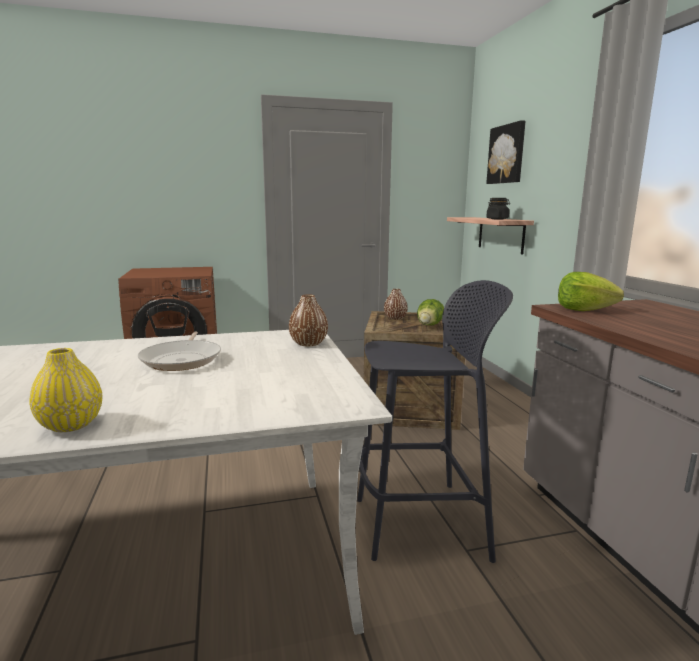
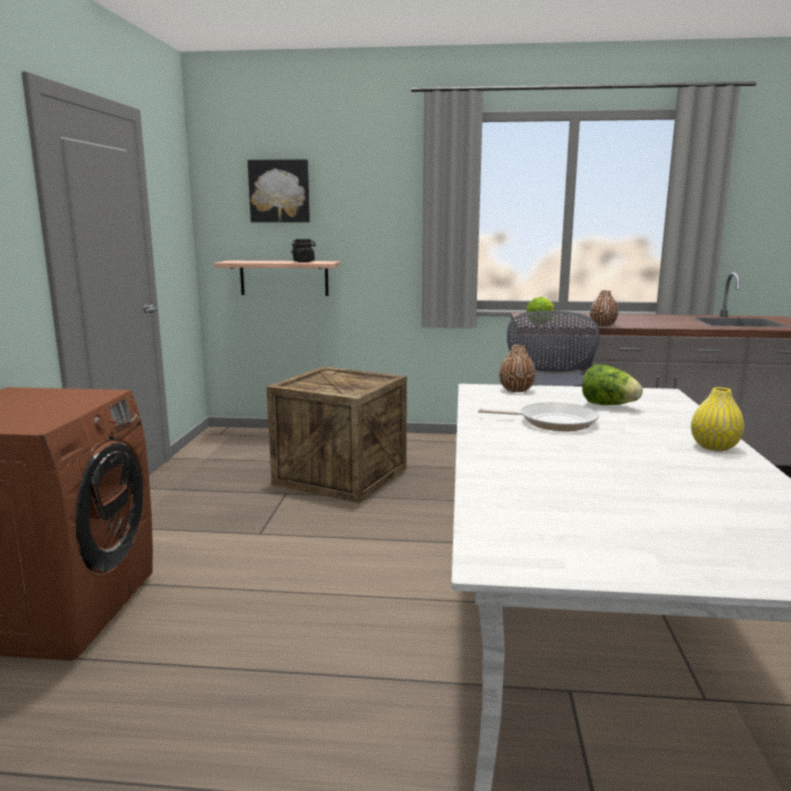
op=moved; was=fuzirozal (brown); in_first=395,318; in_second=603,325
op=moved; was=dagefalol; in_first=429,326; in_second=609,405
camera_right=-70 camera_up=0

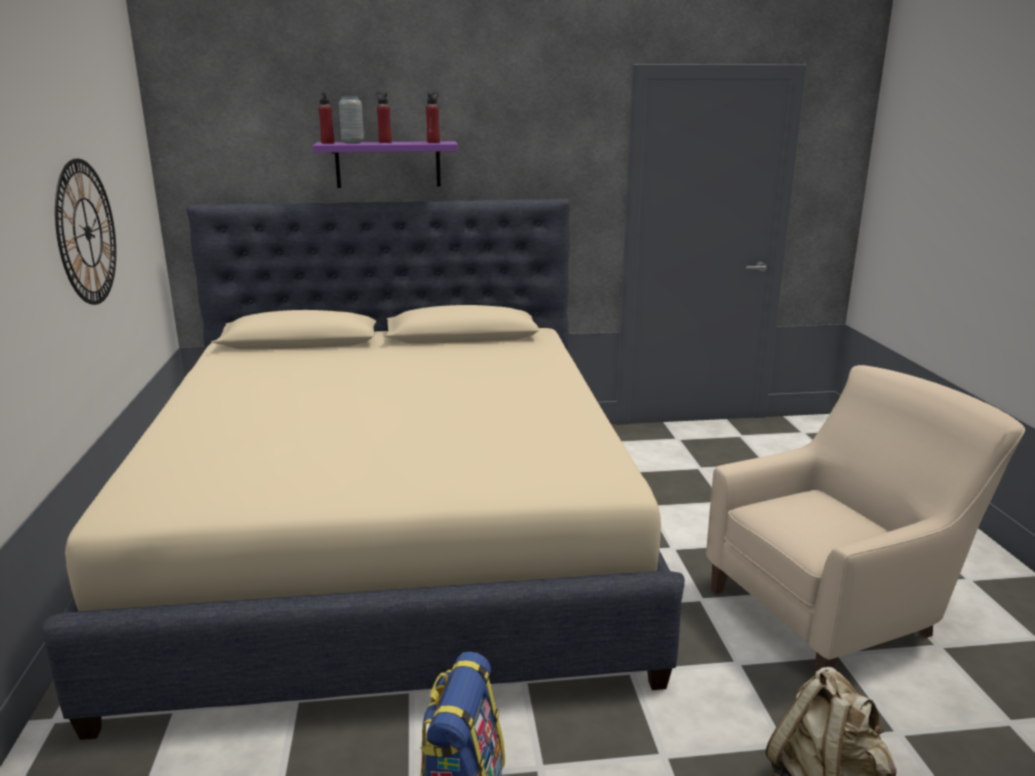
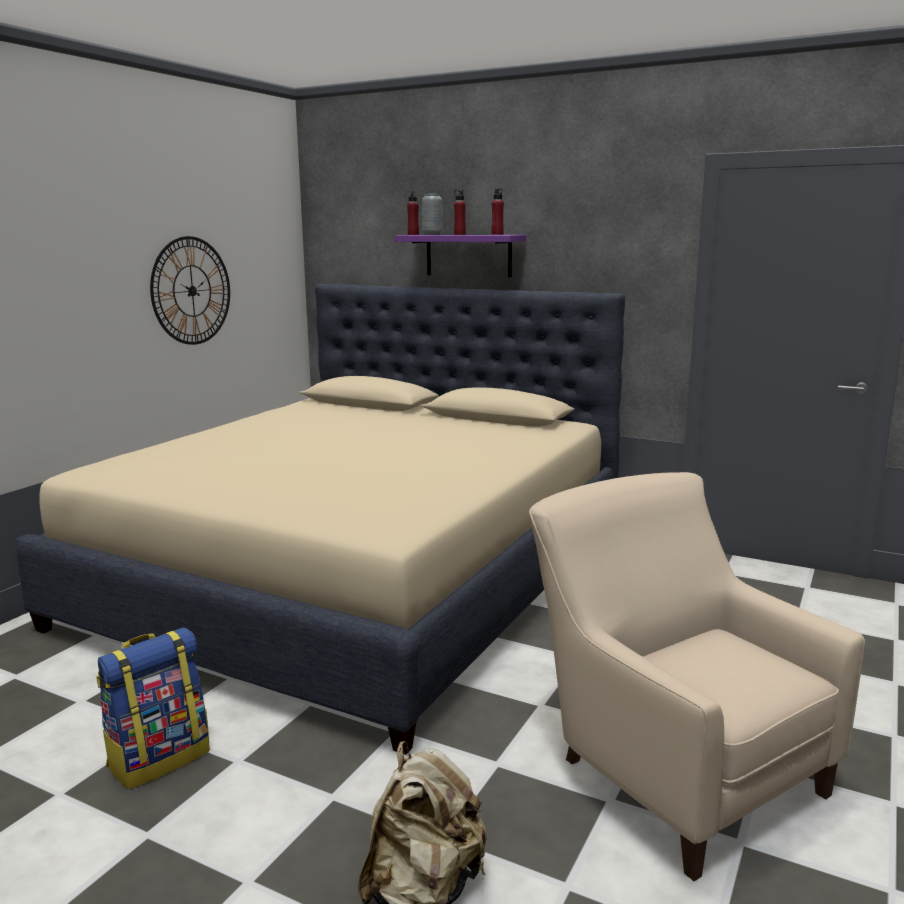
op=turned; was=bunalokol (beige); in_first=838,611; in_second=669,767; clockwise=-135
camera_right=35 camera_up=-5

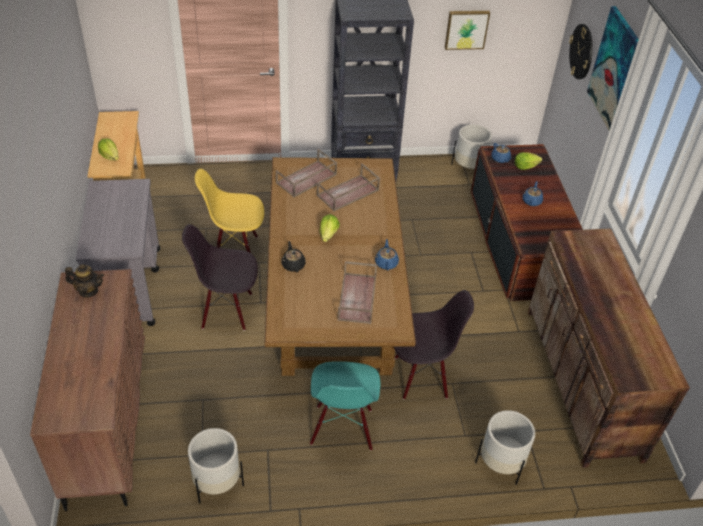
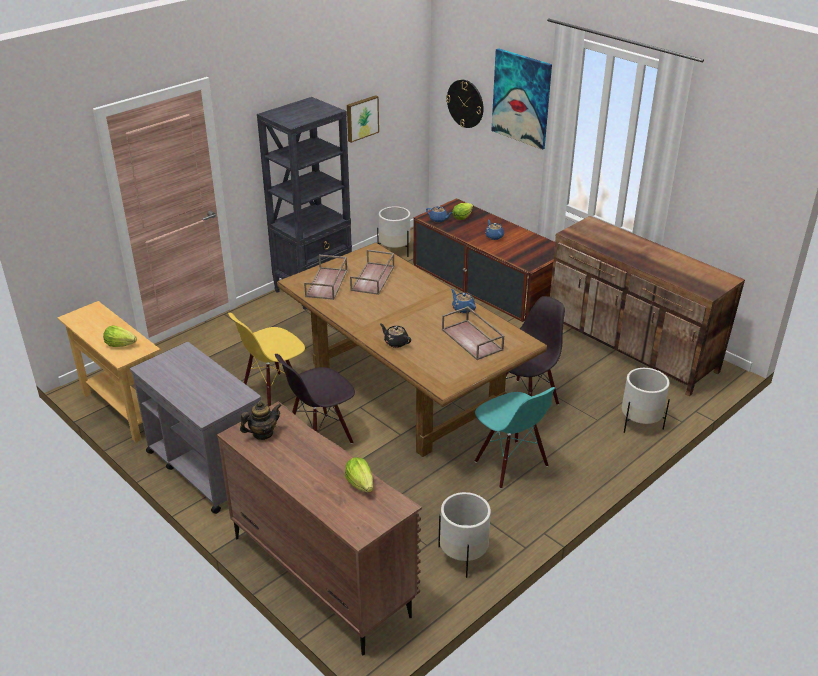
op=moved; was=dagefalol; in_first=328,235; in_second=360,484
camera_right=-35 camera_up=-10

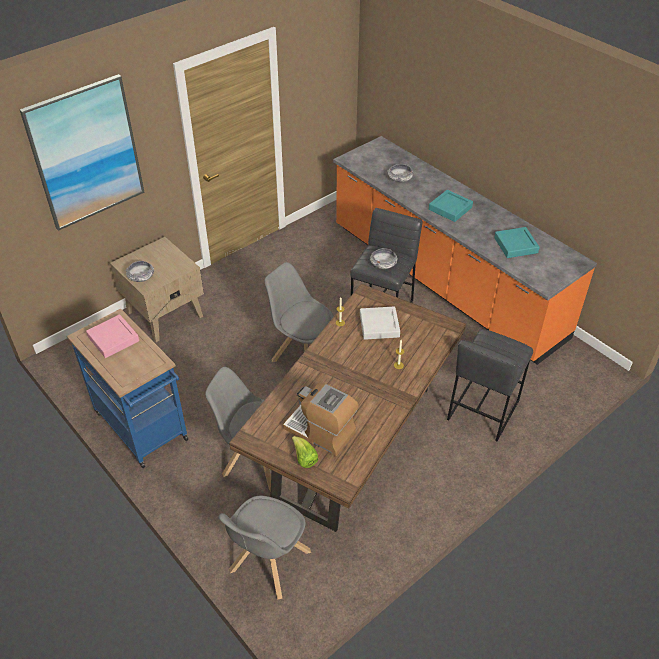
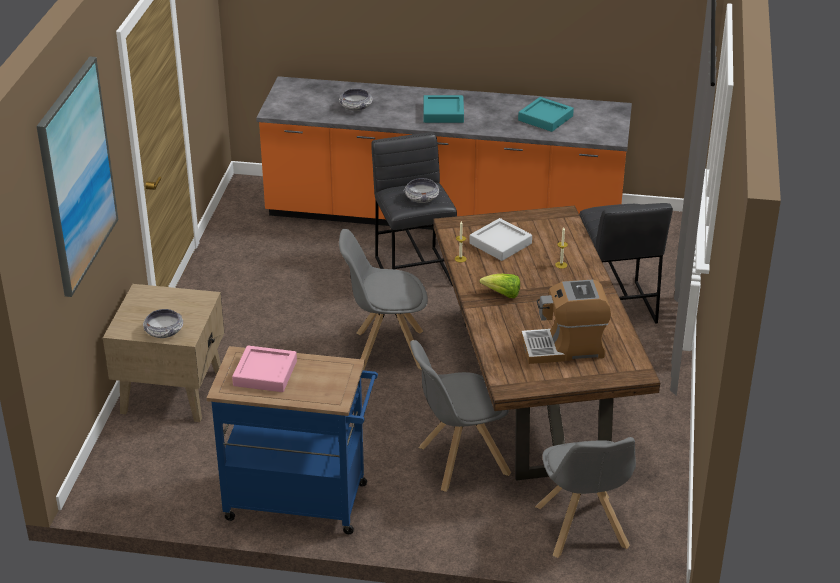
op=moved; was=dagefalol; in_first=304,458; in_second=502,294
camera_right=-40 camera_up=-10

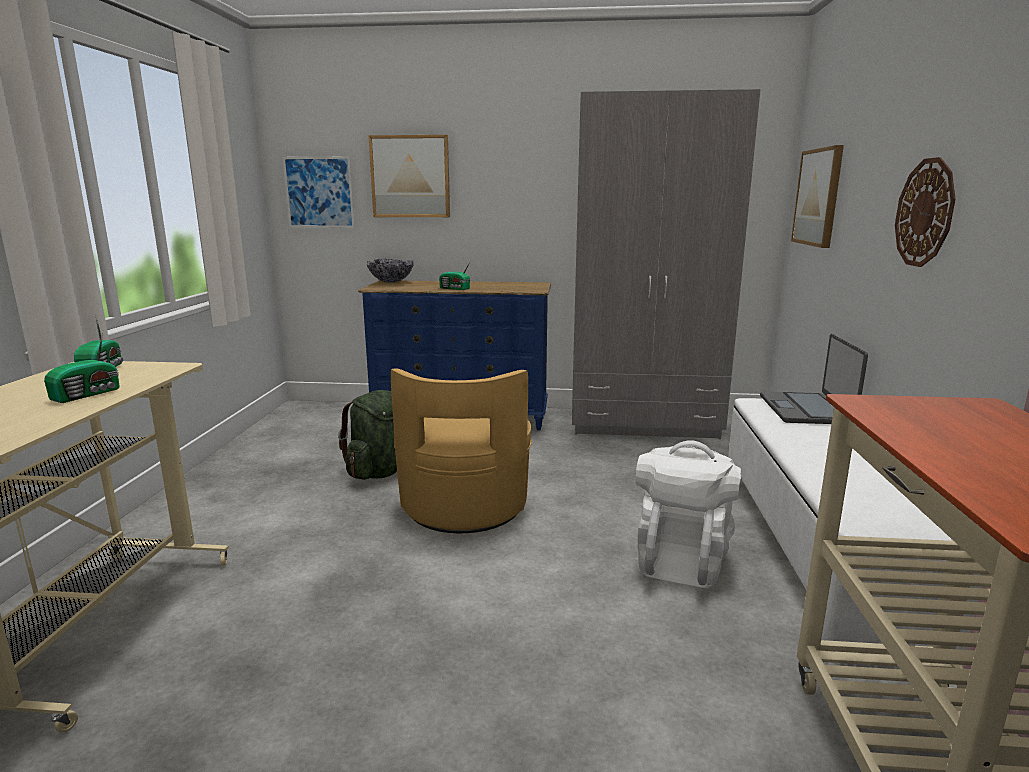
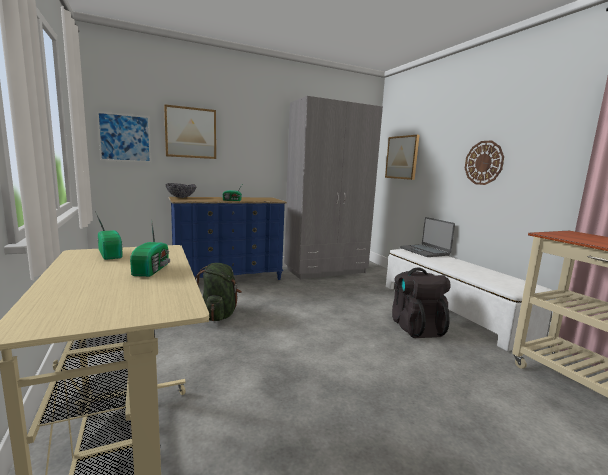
op=removed; was=bunalokol (beige); in_first=464,505
op=recoloured; was=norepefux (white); now=norepefux (black); in_first=681,559; in_second=415,327
camera_right=-30 camera_up=-5

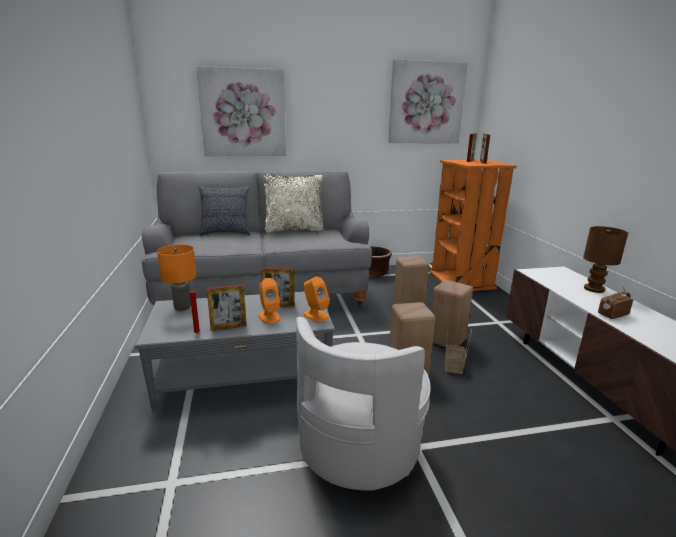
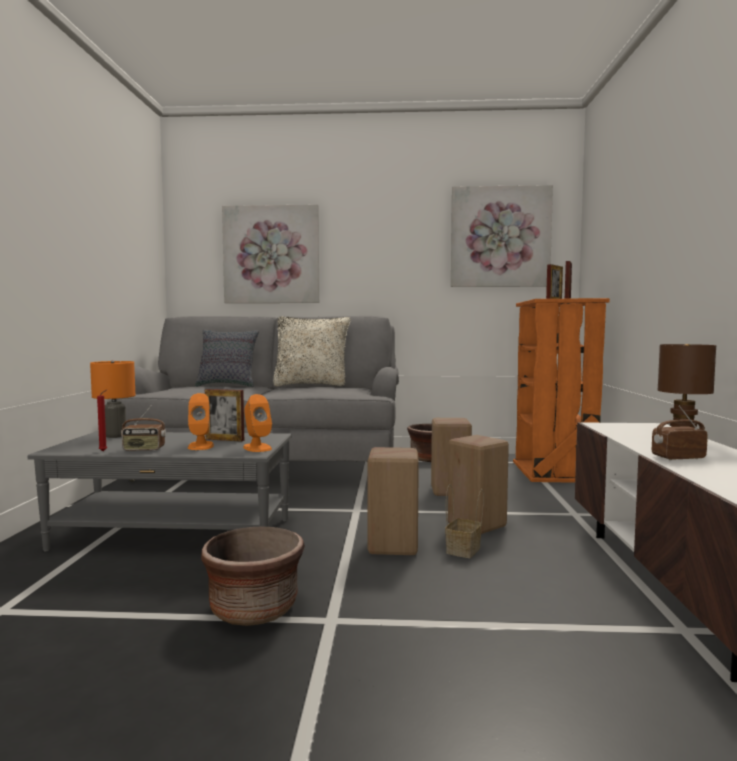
op=replaced; was=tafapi; now=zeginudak; in_first=228,327; in_second=143,449
op=replaced; was=bunalokol (white); now=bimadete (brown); in_first=359,446; in_second=254,609
camera_right=15 camera_up=-15

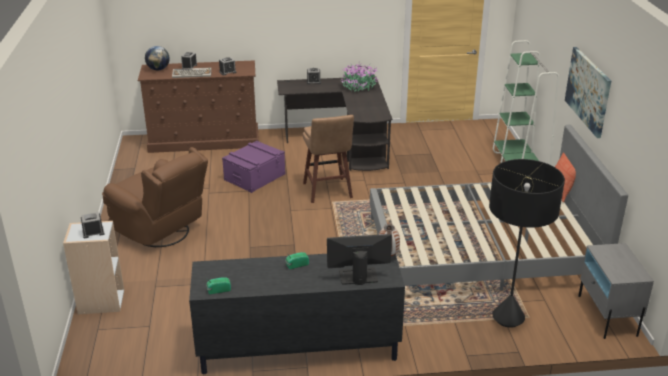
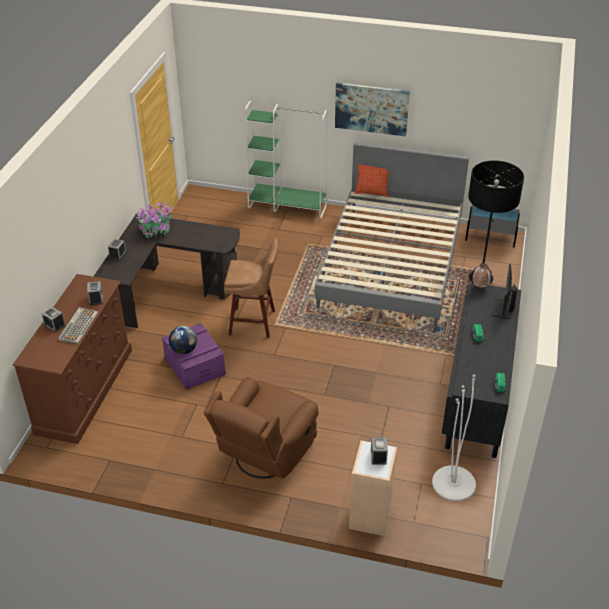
op=added; now=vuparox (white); in_second=453,483
op=moved; was=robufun; in_first=158,69; in_second=184,350
op=turned; was=bunalokol (brown); in_first=161,232; in_second=265,454; clockwise=150
camera_right=-70 camera_up=10

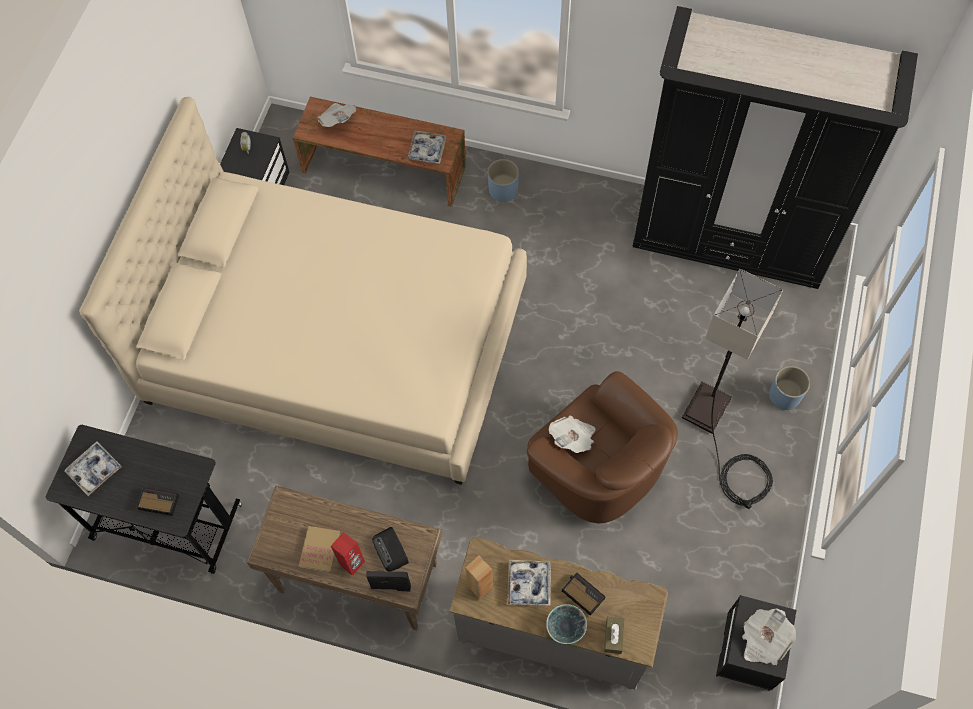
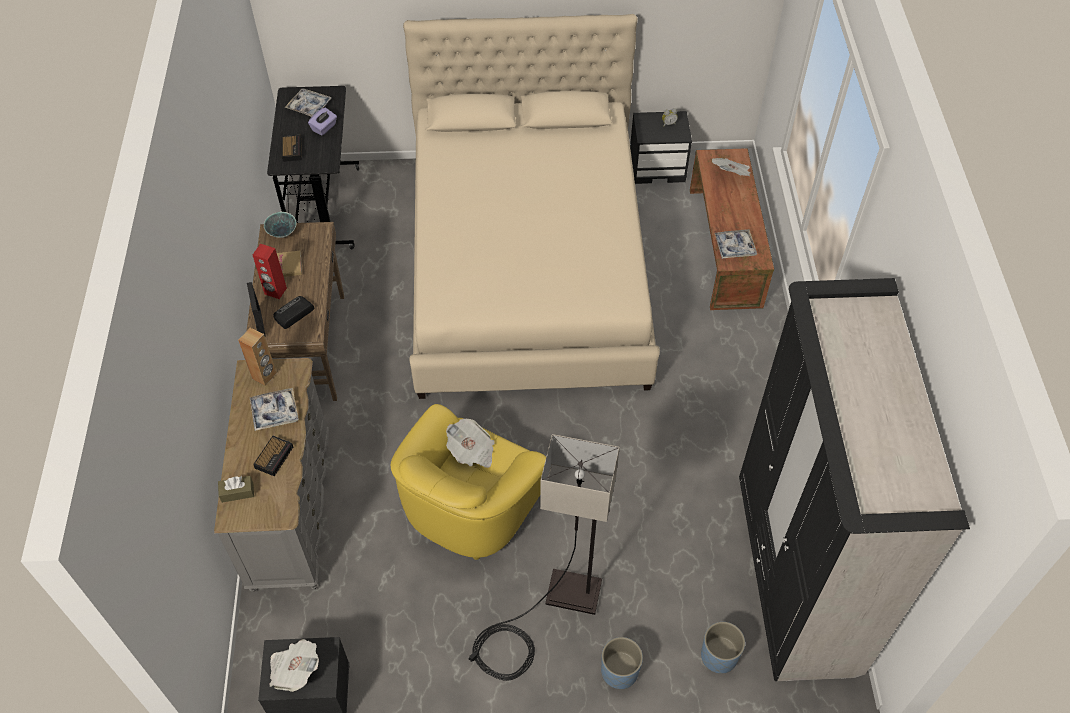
op=added; now=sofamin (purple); in_second=324,128
op=moved; was=bimadete (blue); in_first=503,190; in_second=719,656
op=moved; was=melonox; in_first=565,627; in_second=282,233
op=recoloured; was=bunalokol (brown); now=bunalokol (yellow); in_first=596,468; in_second=471,506
camera_right=70 camera_up=-10

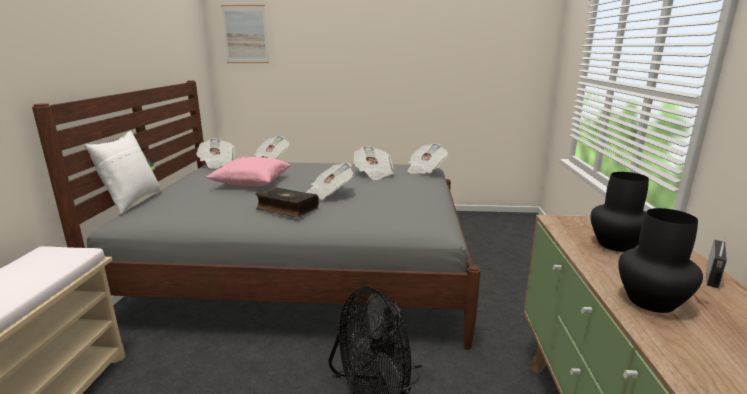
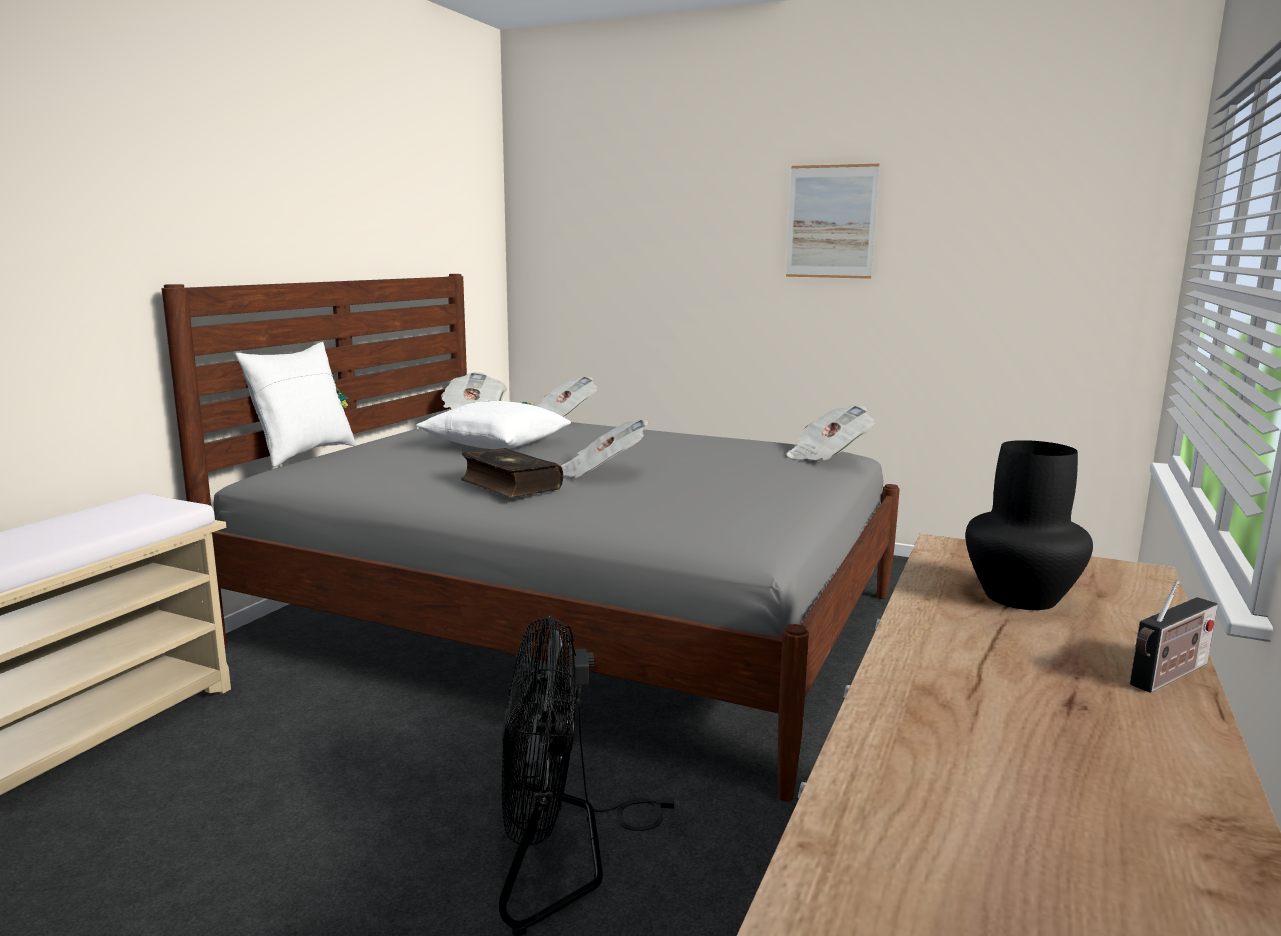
op=removed; was=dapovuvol; in_first=373,174
op=removed; was=fuzirozal (black); in_first=652,302
op=moved; was=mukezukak; in_first=245,34; in_second=831,222
op=recoloured; was=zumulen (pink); now=zumulen (white); in_first=252,183; in_second=496,445
camera_right=20 camera_up=-5

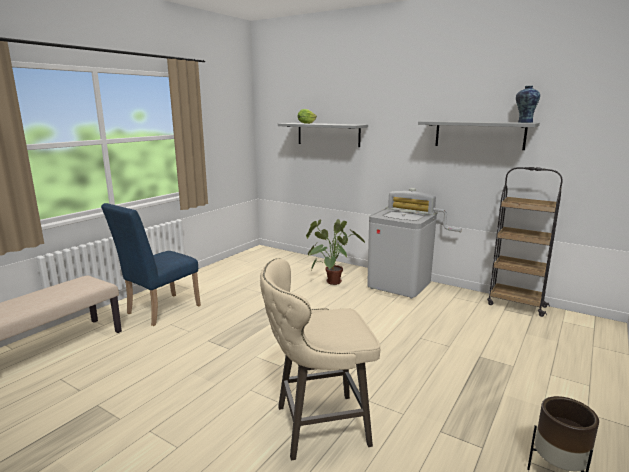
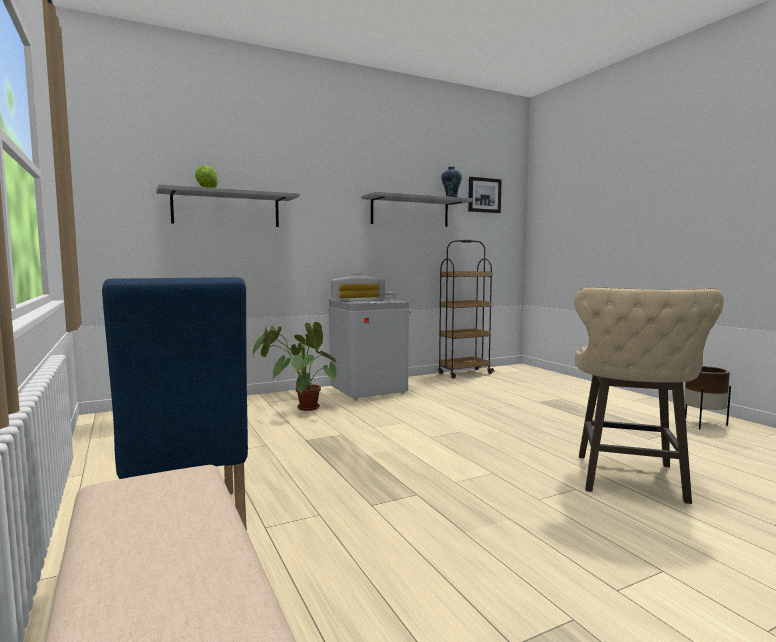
op=added; now=mukezukak; in_second=484,195
camera_right=-60 camera_up=-10

